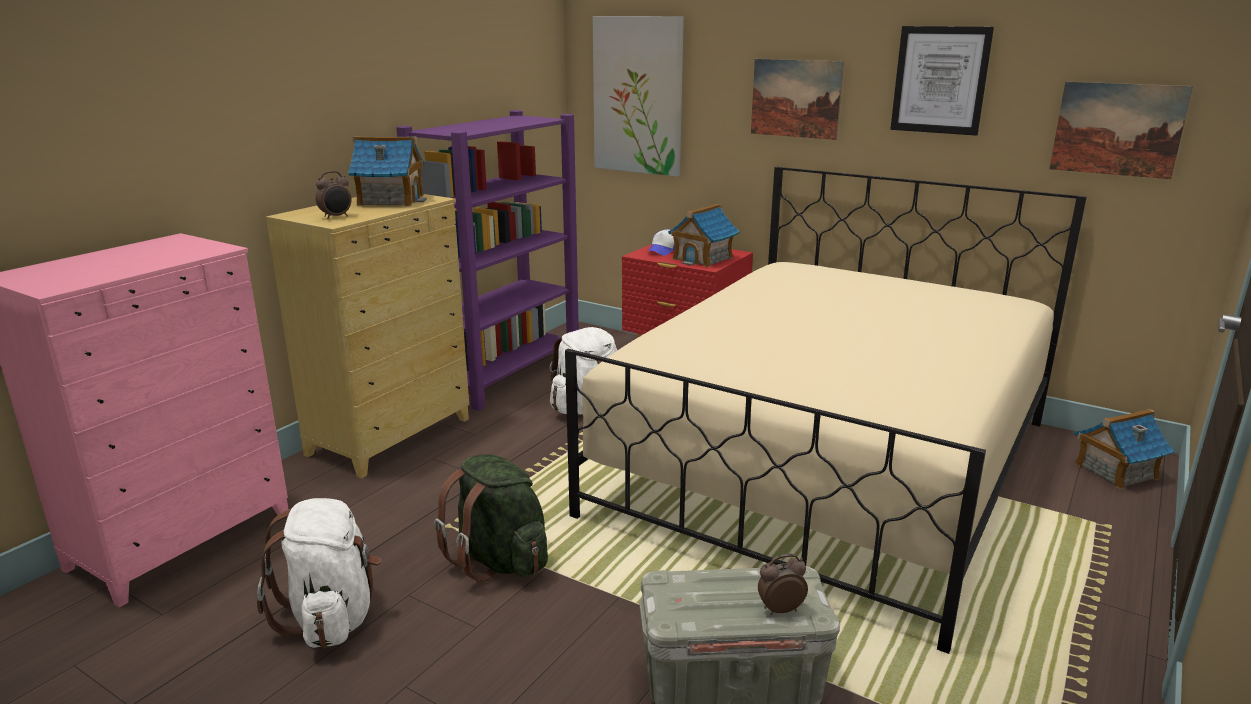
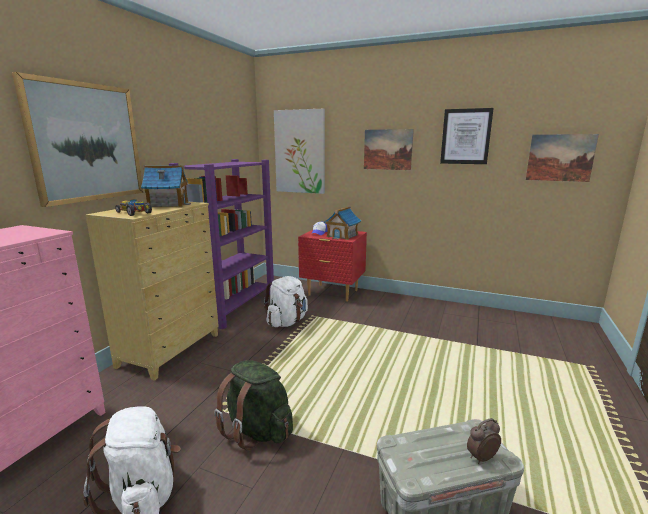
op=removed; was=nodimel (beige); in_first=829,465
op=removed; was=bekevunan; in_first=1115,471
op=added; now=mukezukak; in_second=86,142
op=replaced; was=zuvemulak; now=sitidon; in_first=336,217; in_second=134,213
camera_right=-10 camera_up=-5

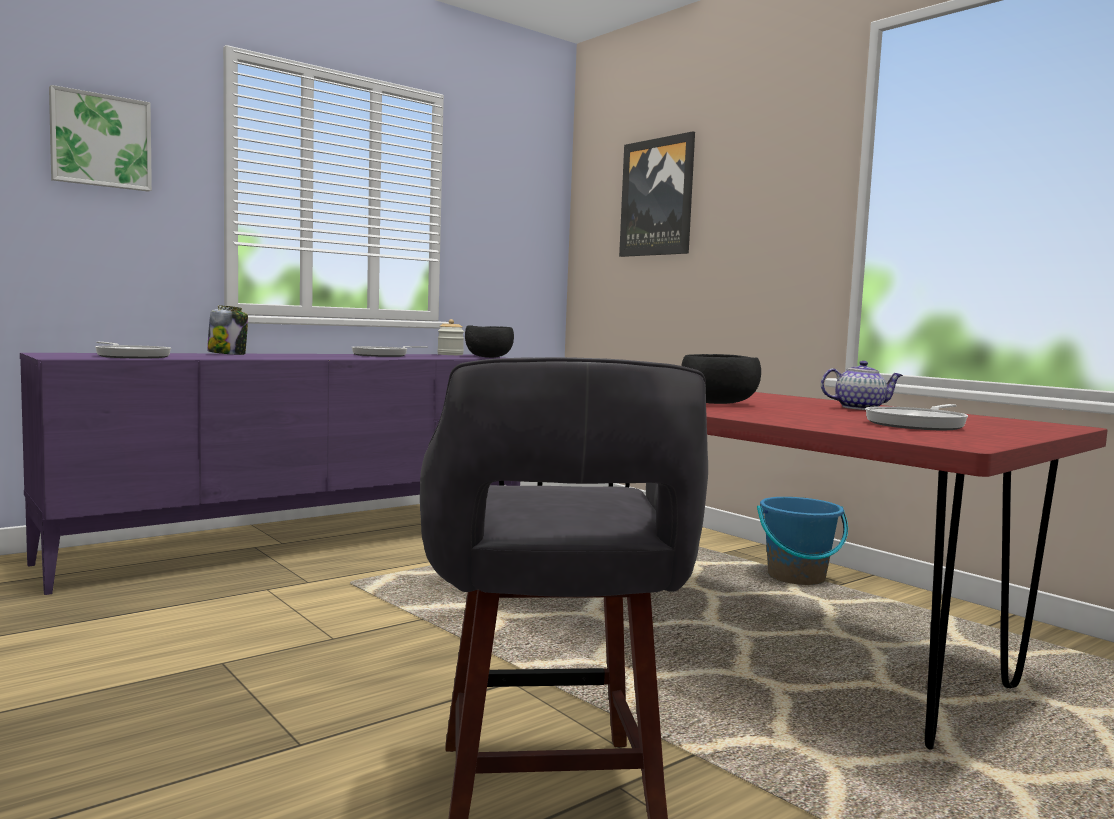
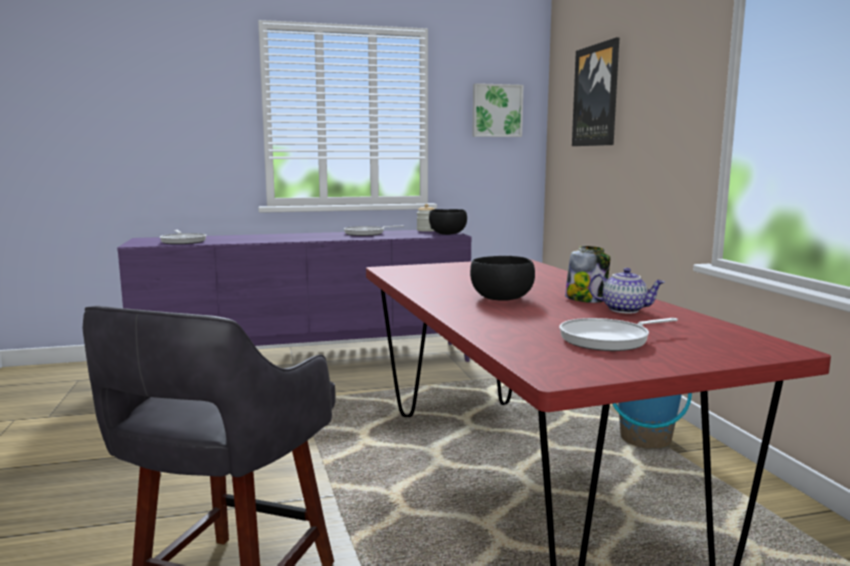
op=moved; was=mukezukak; in_first=100,141; in_second=496,111
op=moved; was=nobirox; in_first=227,354; in_second=586,299
camera_right=25 camera_up=5

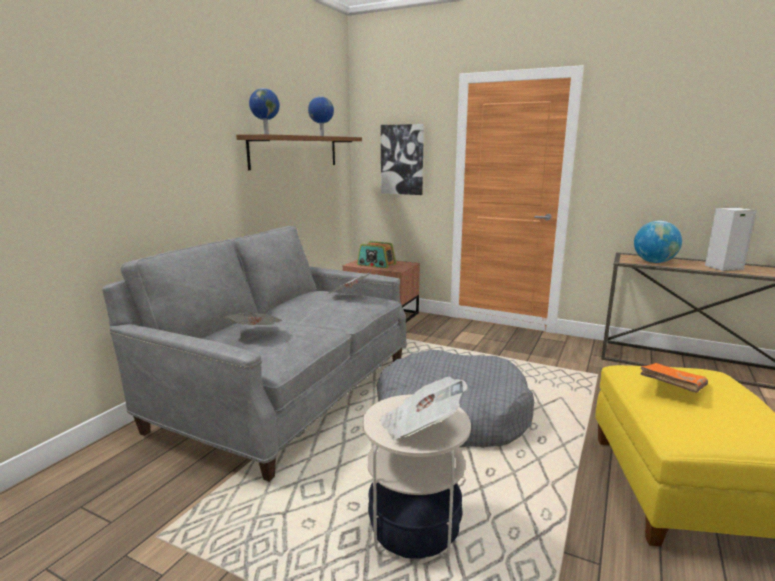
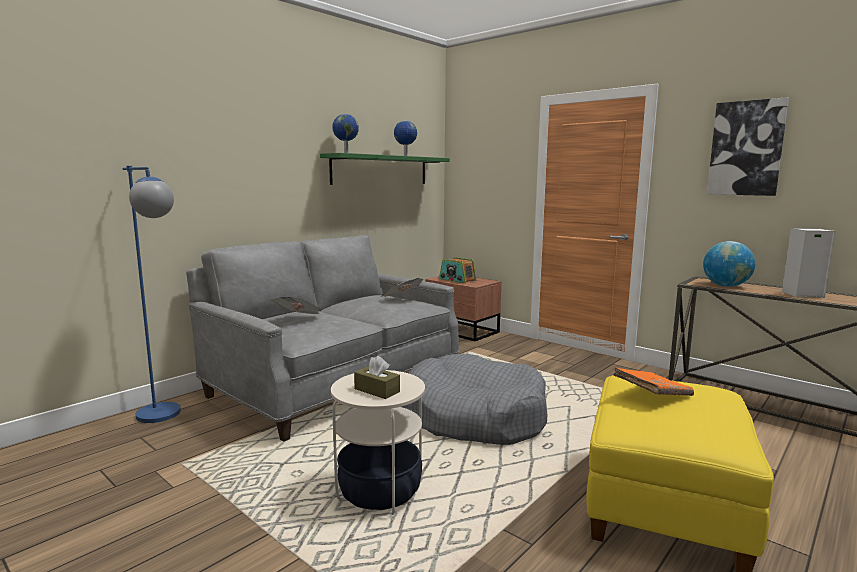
op=added; now=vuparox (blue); in_second=165,418
op=moved; was=mukezukak; in_first=402,159; in_second=746,148
op=replaced; was=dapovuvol; now=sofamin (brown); in_first=420,427; in_second=377,390
op=recoloured; was=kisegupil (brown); now=kisegupil (green); in_first=295,151; in_second=381,170
camera_right=15 camera_up=-5

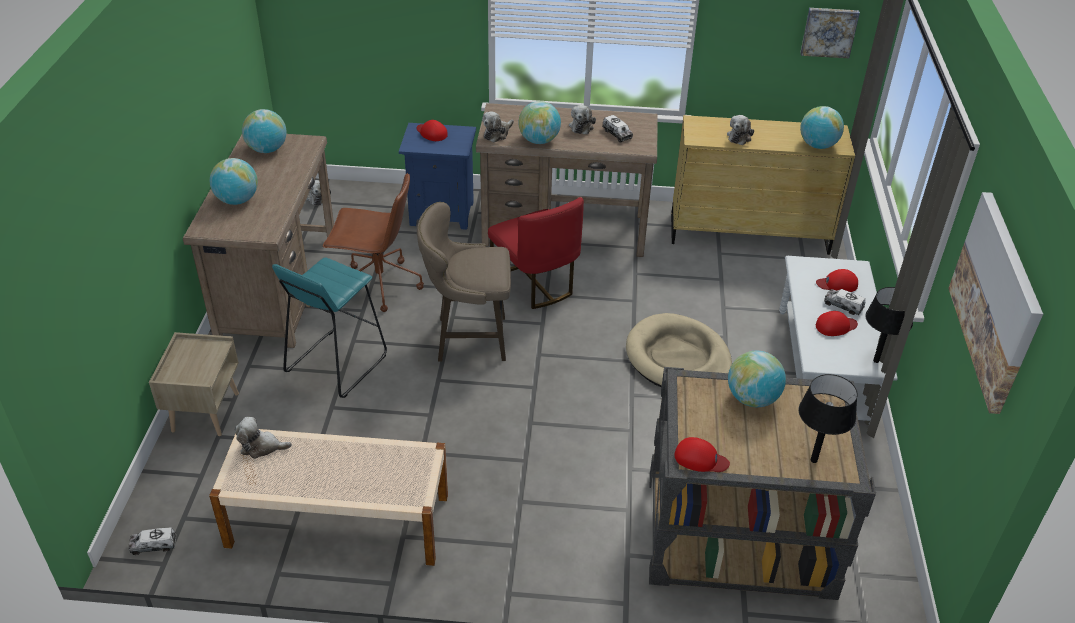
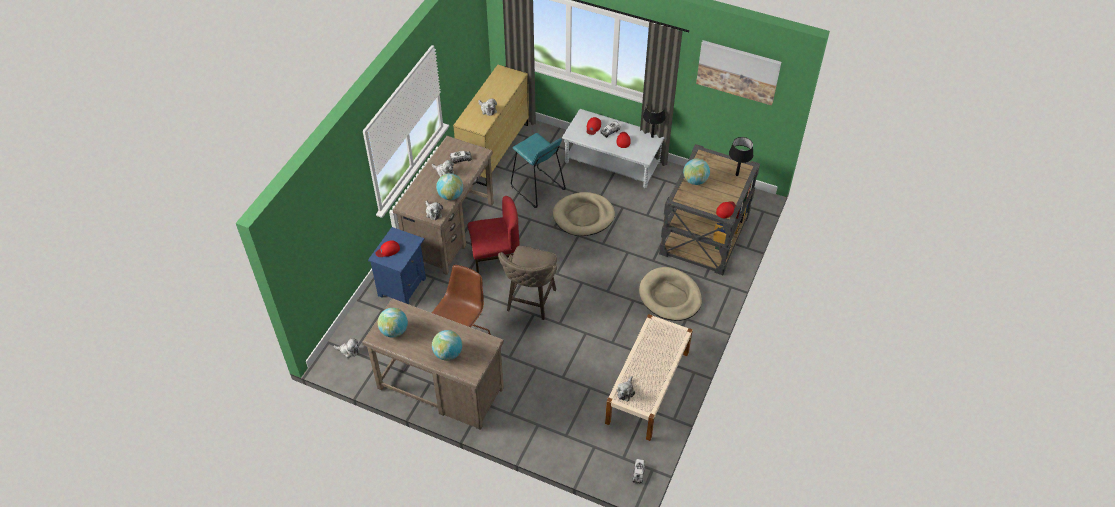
op=removed; was=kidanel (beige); in_first=205,412
op=removed; was=mukezukak; in_first=829,31
op=removed; was=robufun; in_first=818,145
op=added; now=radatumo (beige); in_second=670,296
op=moved; was=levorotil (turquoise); in_first=335,364; in_second=537,188
camera_right=-70 camera_up=10

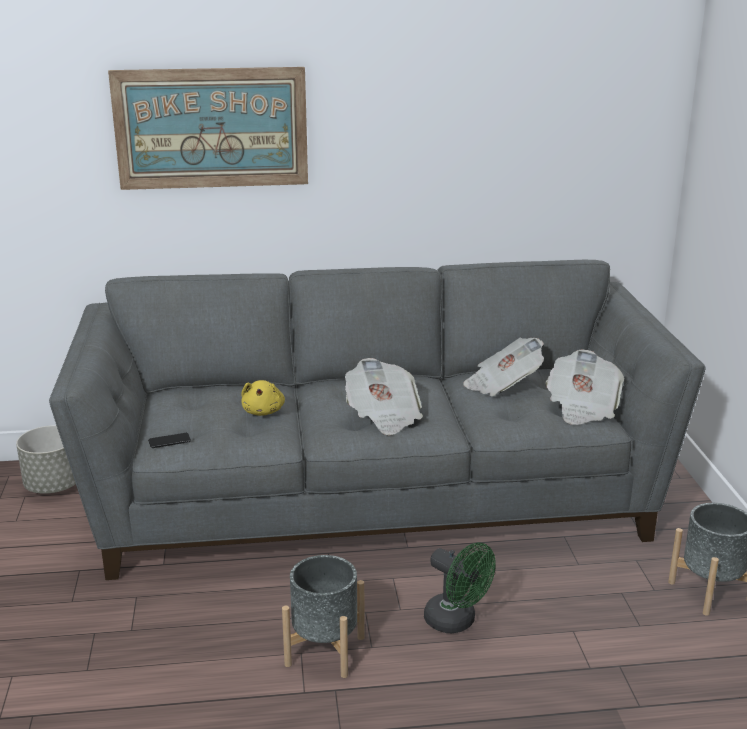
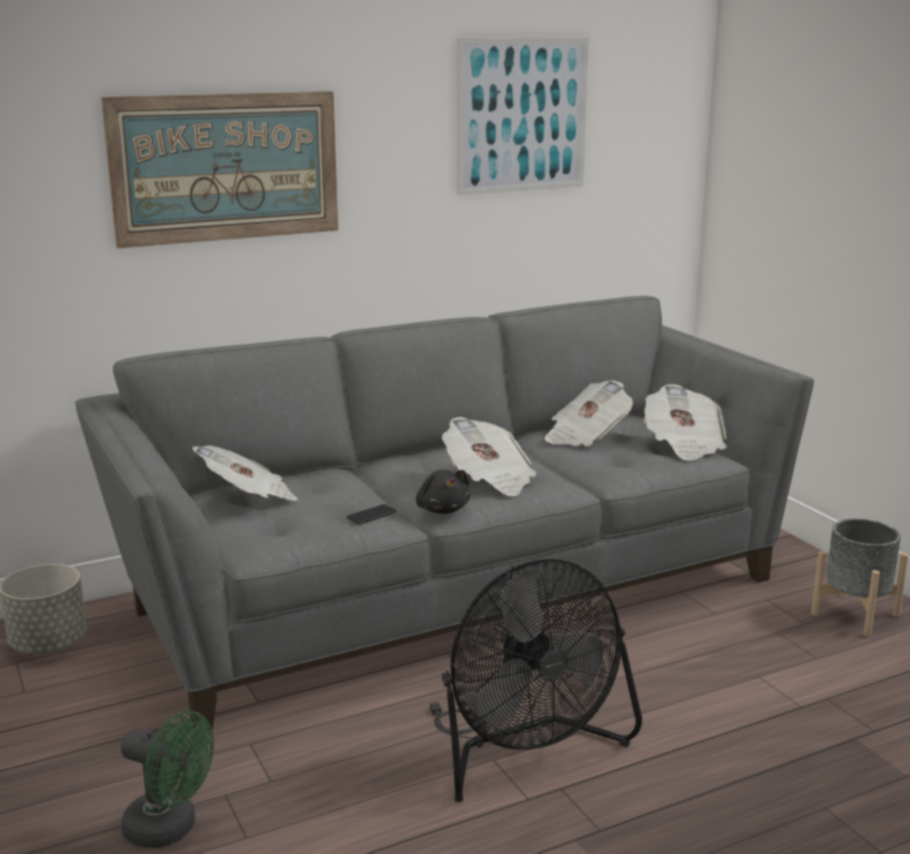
op=removed; was=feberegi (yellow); in_first=263,411
op=added; now=dapovuvol; in_second=249,498
op=added; now=feberegi (black); in_second=442,509
op=added; now=mukezukak; in_second=522,115
op=moved; was=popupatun; in_first=169,441; in_second=371,515
op=moved; was=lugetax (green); in_first=456,622; in_second=170,829
op=replaced; was=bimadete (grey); now=lugetax (black); in_first=324,650; in_second=518,751
camera_right=-20 camera_up=-5

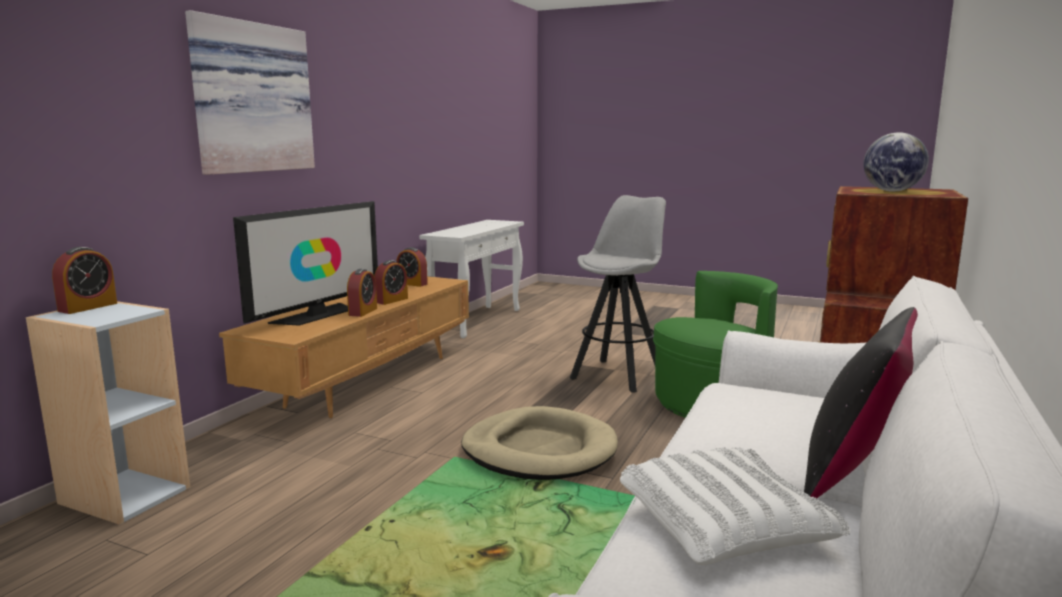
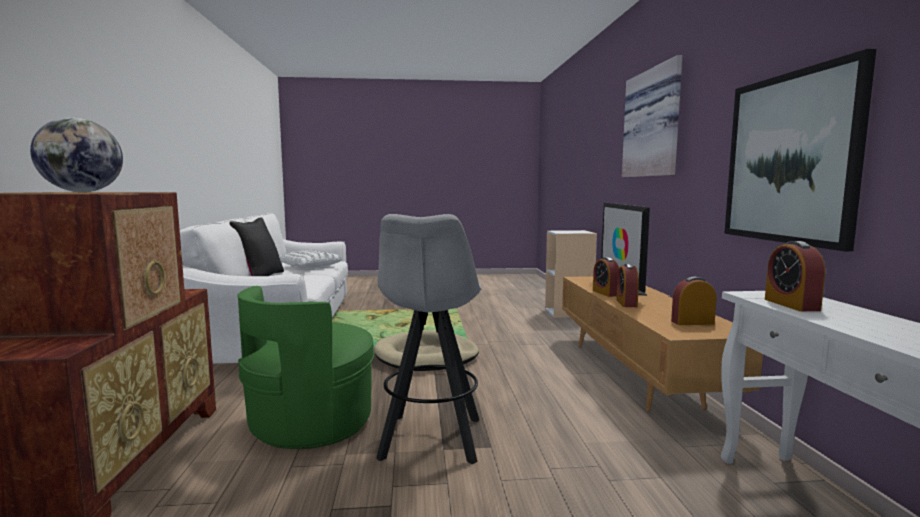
op=added; now=mukezukak; in_second=789,158
op=moved; was=zuvemulak; in_first=88,307; in_second=791,304
camera_right=150 camera_up=-5

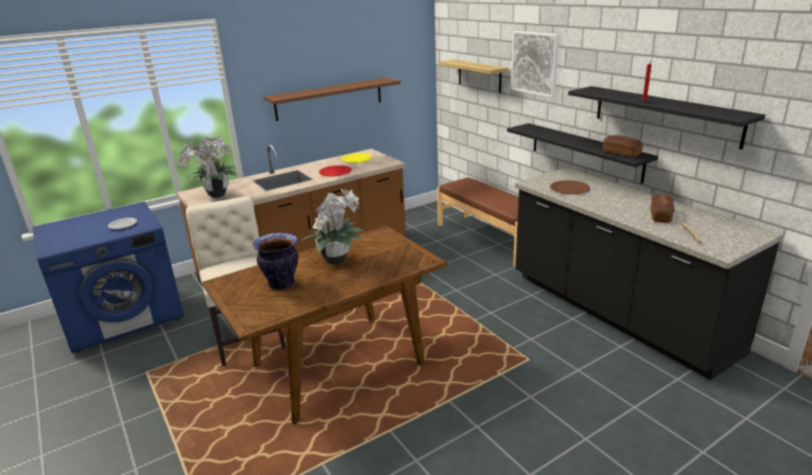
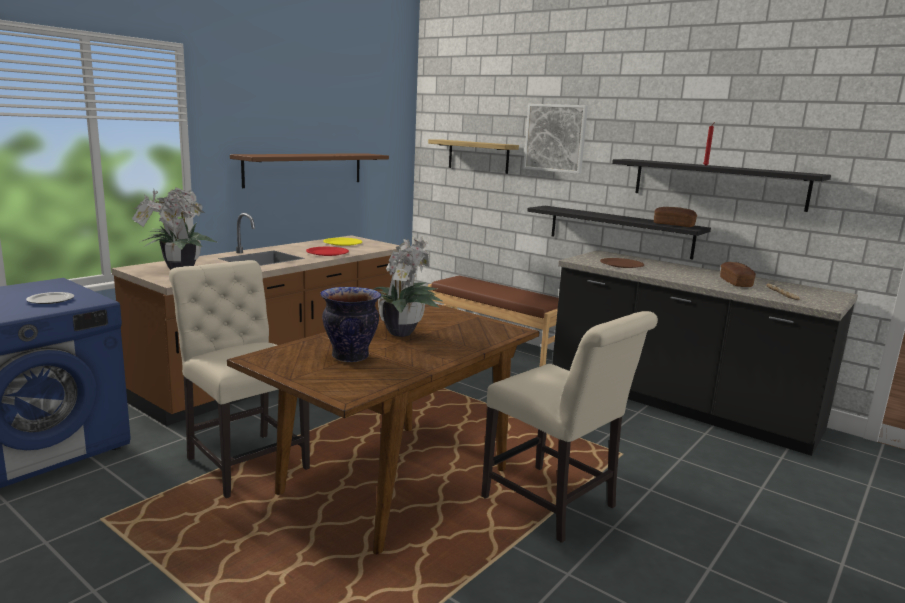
op=added; now=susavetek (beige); in_second=555,506
camera_right=-20 camera_up=-10

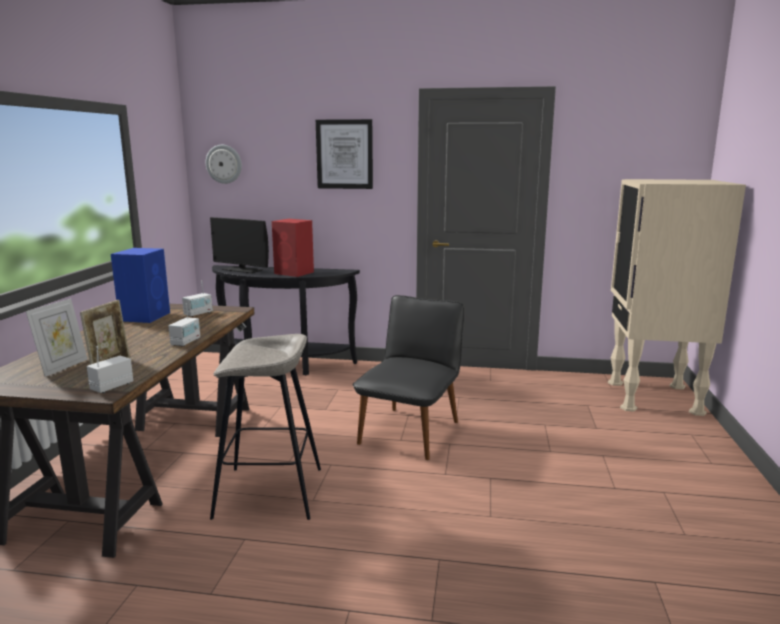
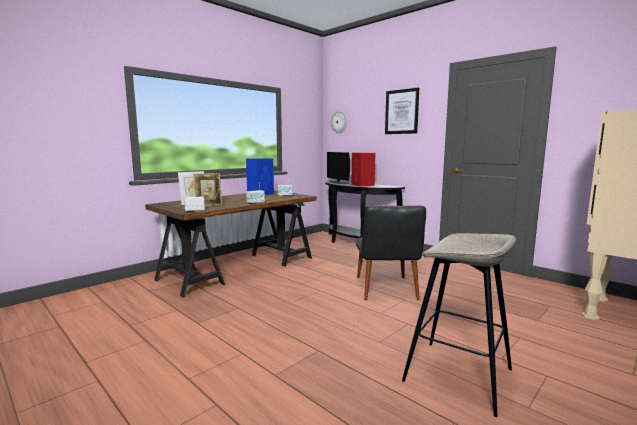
op=moved; was=levorotil (grey); in_first=269,493; in_second=458,375
op=turned; was=susavetek (black); in_first=409,432; in_second=385,288; clockwise=120
camera_right=35 camera_up=-5

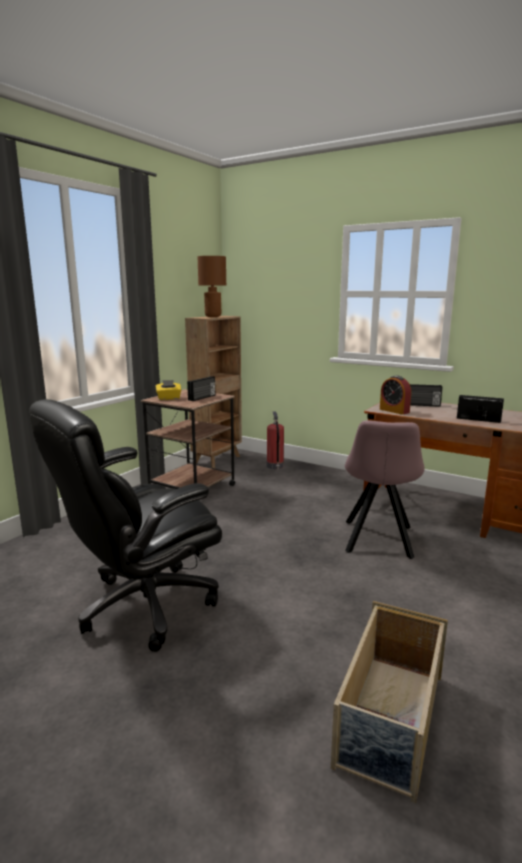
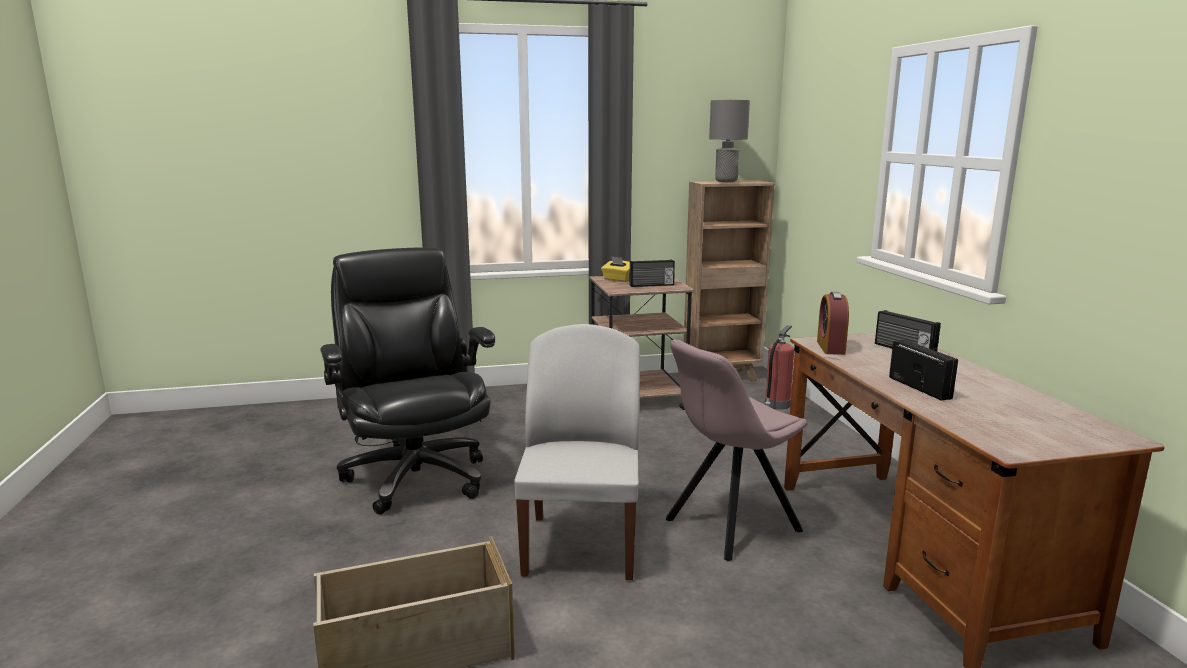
op=added; now=susavetek (white); in_second=582,544
op=recoloured; was=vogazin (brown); now=vogazin (grey); in_first=213,317; in_second=726,182
op=turned; was=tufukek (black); in_first=140,607; in_second=417,476; clockwise=60
camera_right=45 camera_up=0

